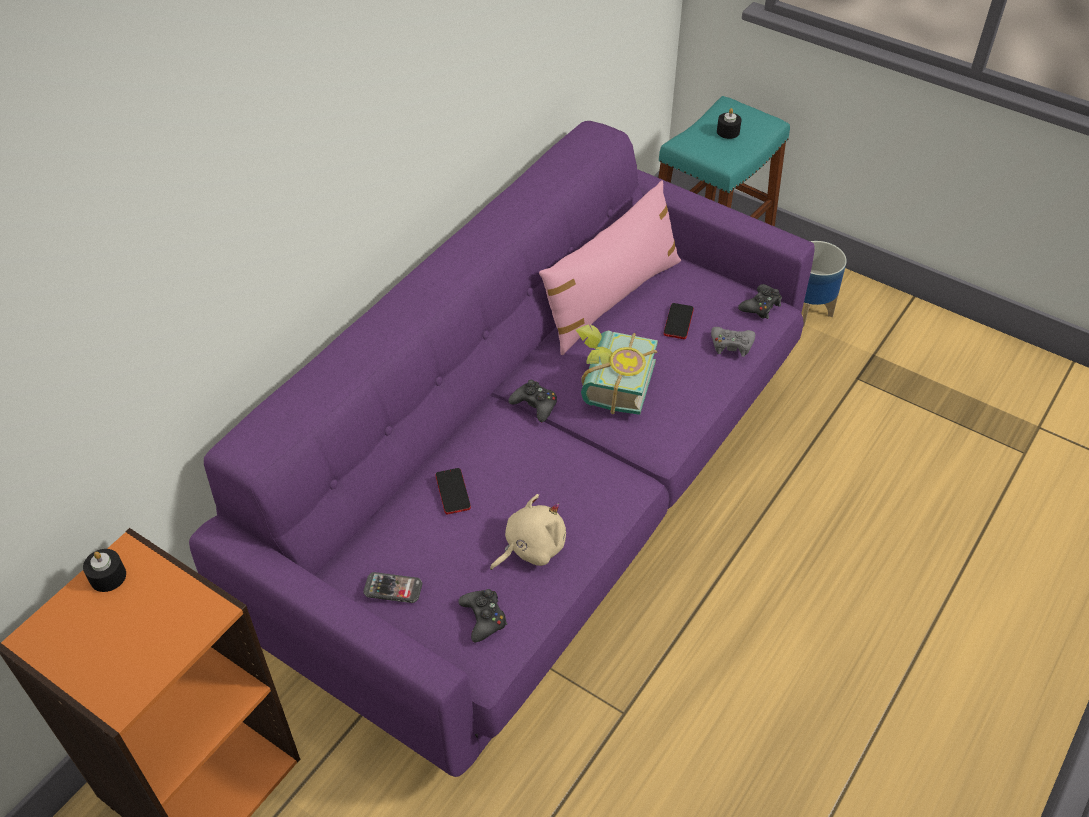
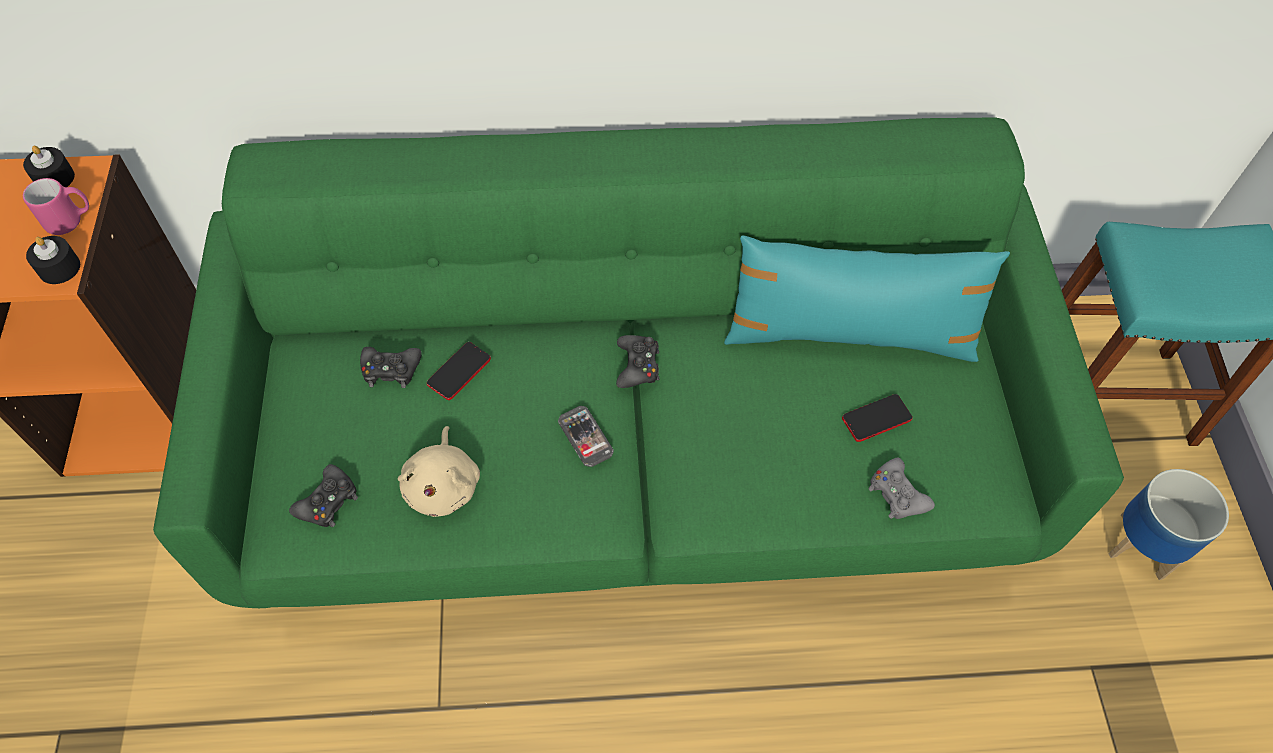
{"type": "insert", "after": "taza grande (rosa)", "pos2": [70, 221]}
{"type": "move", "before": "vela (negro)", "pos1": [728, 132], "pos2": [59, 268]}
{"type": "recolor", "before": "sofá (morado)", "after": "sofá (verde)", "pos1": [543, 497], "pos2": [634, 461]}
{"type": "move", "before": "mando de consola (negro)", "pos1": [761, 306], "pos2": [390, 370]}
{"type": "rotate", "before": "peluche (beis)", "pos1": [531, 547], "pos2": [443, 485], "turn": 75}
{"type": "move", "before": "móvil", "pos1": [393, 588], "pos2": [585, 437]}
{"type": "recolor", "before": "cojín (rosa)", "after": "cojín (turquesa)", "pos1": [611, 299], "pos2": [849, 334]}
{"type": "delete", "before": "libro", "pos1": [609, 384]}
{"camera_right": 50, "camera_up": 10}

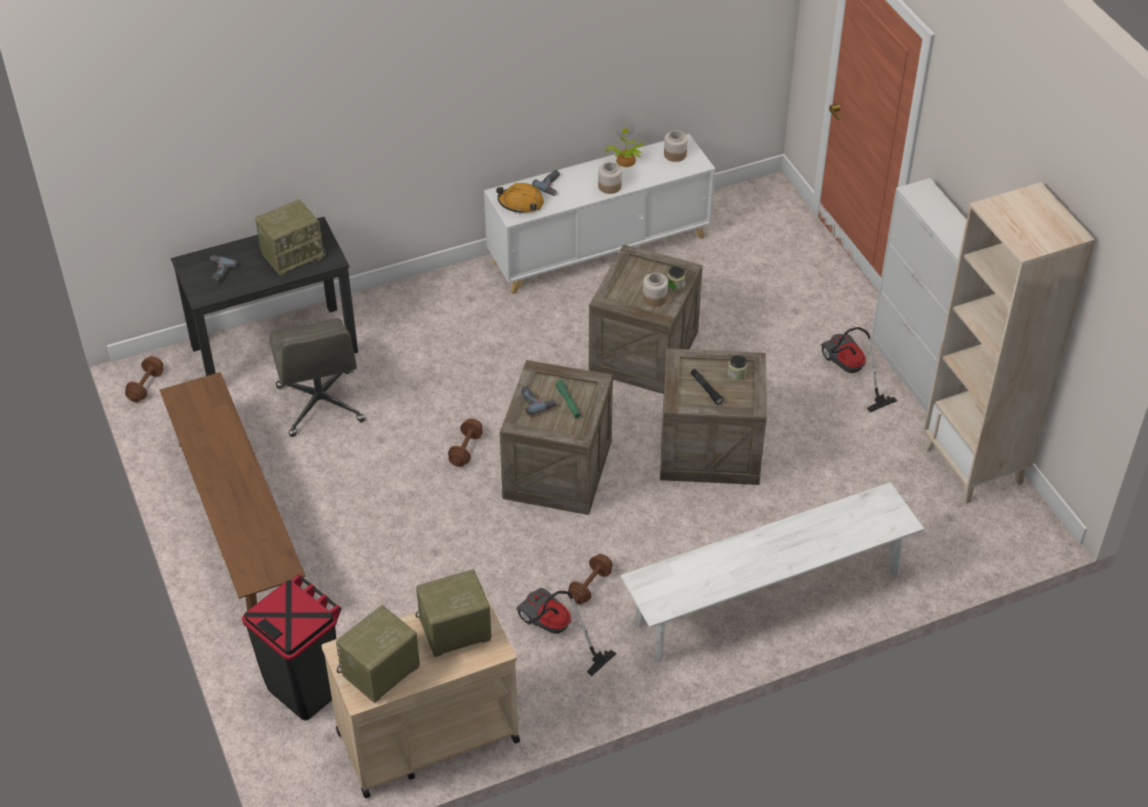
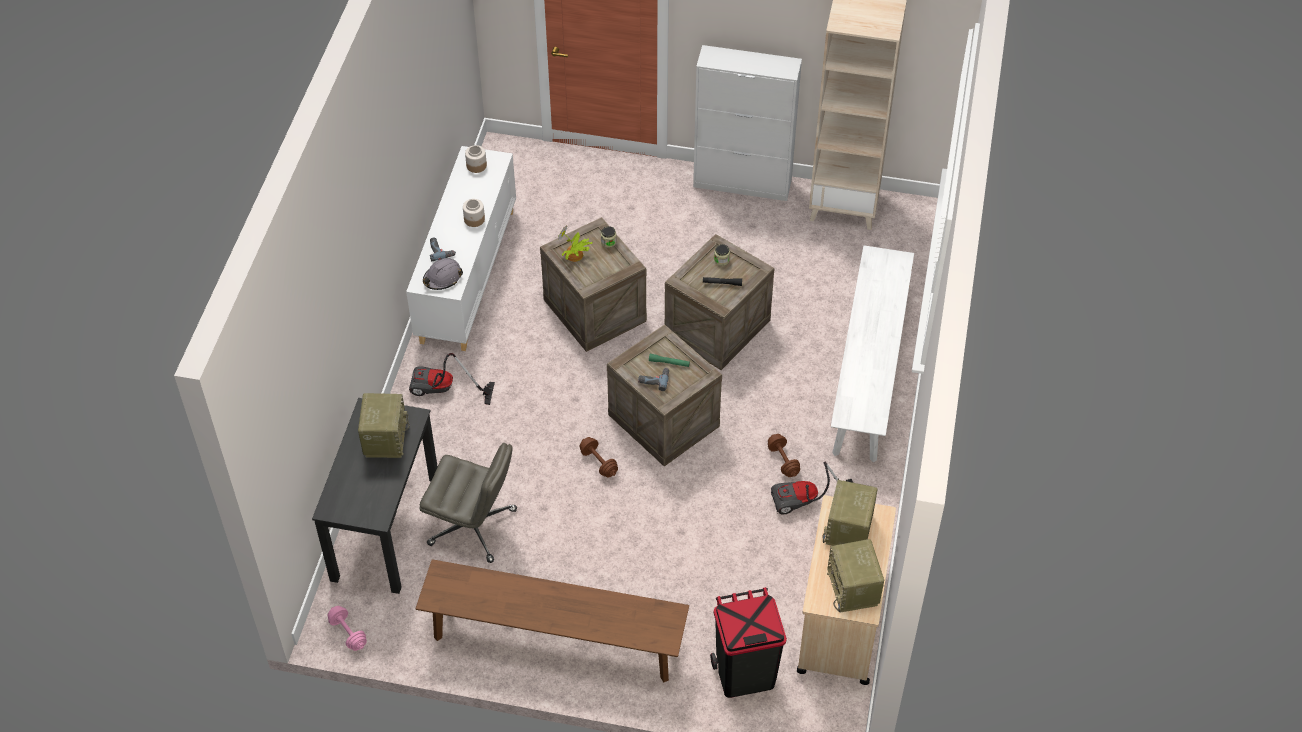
{"type": "recolor", "before": "mancuerna (marrón)", "after": "mancuerna (rosa)", "pos1": [146, 386], "pos2": [348, 633]}
{"type": "move", "before": "aspiradora", "pos1": [849, 372], "pos2": [443, 391]}
{"type": "recolor", "before": "casco (naranja)", "after": "casco (gris)", "pos1": [521, 203], "pos2": [442, 278]}
{"type": "move", "before": "planta en maceta", "pos1": [625, 161], "pos2": [574, 255]}
{"type": "delete", "before": "taladro", "pos1": [218, 271]}
{"type": "delete", "before": "tarro", "pos1": [655, 298]}
{"camera_right": -55, "camera_up": 5}

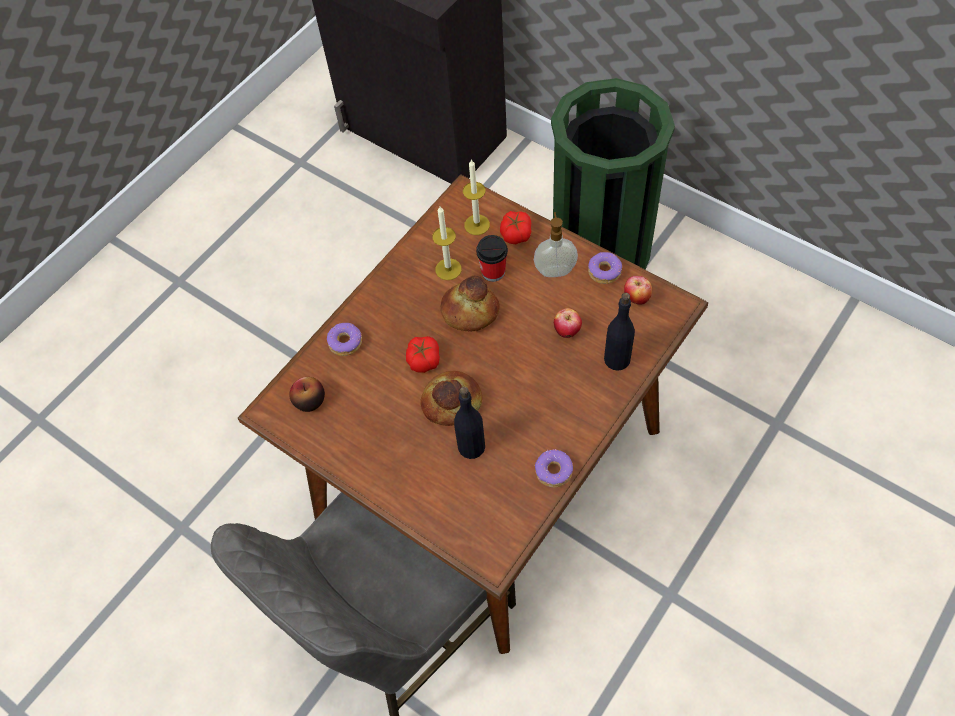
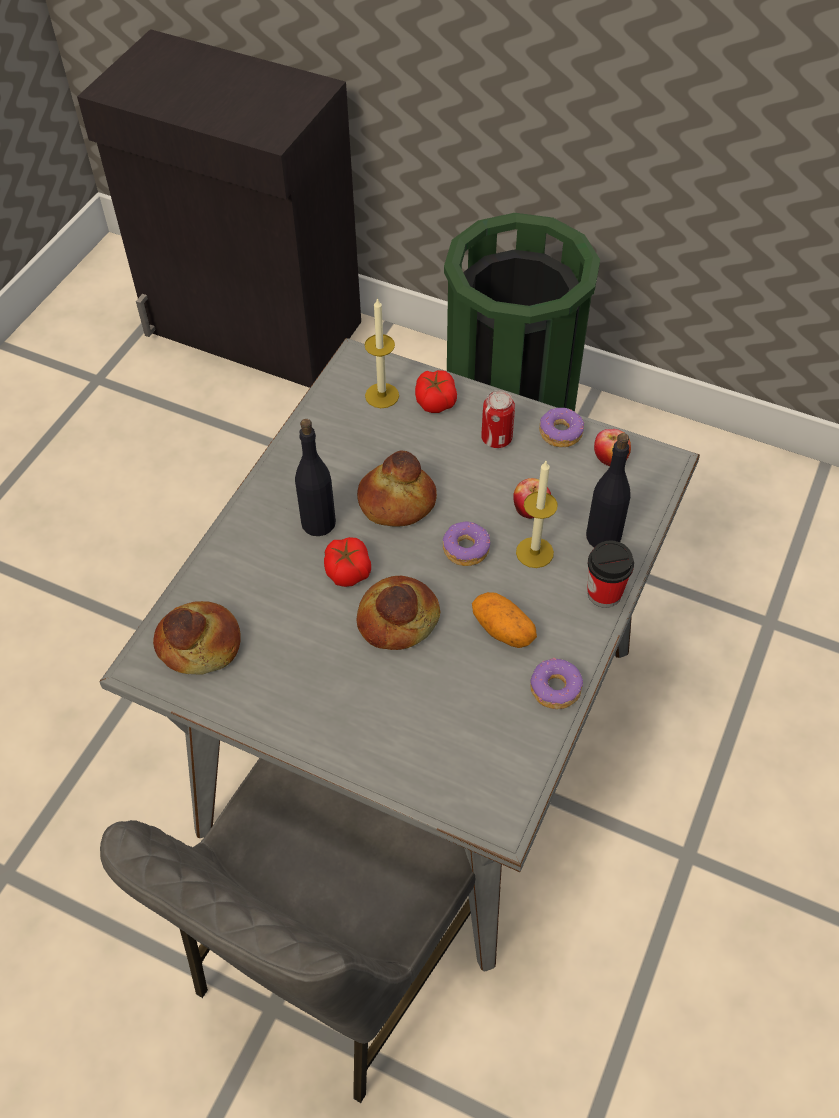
{"type": "recolor", "before": "mesa de comedor (marrón)", "after": "mesa de comedor (gris)", "pos1": [489, 475], "pos2": [421, 738]}
{"type": "replace", "before": "manzana", "after": "pan", "pos1": [309, 400], "pos2": [200, 643]}
{"type": "move", "before": "botella (negro)", "pos1": [471, 446], "pos2": [318, 522]}
{"type": "move", "before": "rosquilla", "pos1": [345, 342], "pos2": [466, 549]}
{"type": "insert", "after": "patata", "pos2": [503, 630]}
{"type": "replace", "before": "dispensador de jabón", "after": "lata", "pos1": [555, 270], "pos2": [496, 438]}
{"type": "move", "before": "vela", "pos1": [448, 269], "pos2": [534, 552]}
{"type": "move", "before": "taza", "pos1": [493, 272], "pos2": [604, 593]}
{"camera_right": -15, "camera_up": -5}

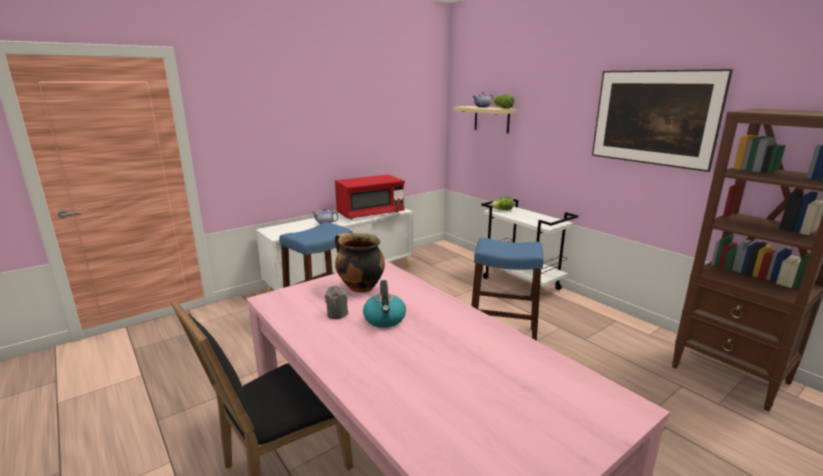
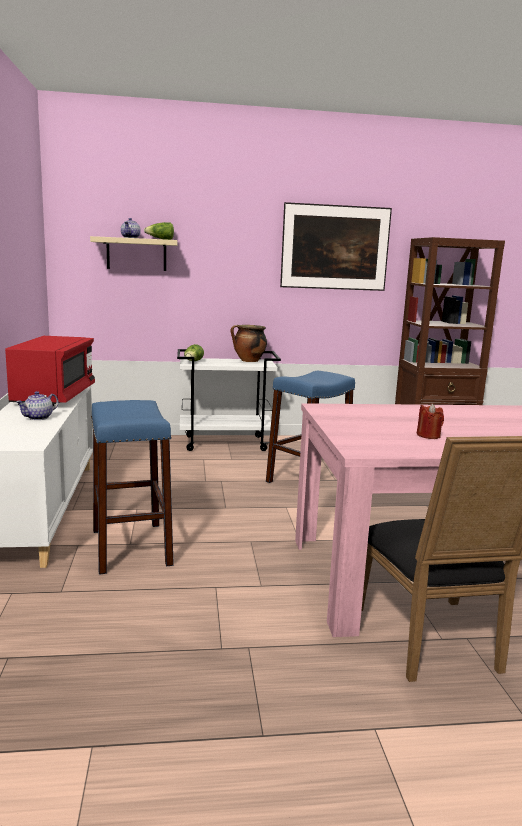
{"type": "move", "before": "olla", "pos1": [359, 287], "pos2": [248, 361]}
{"type": "recolor", "before": "vela (gris)", "after": "vela (rojo)", "pos1": [337, 314], "pos2": [428, 435]}
{"type": "delete", "before": "hervidor", "pos1": [385, 319]}
{"camera_right": -60, "camera_up": -5}

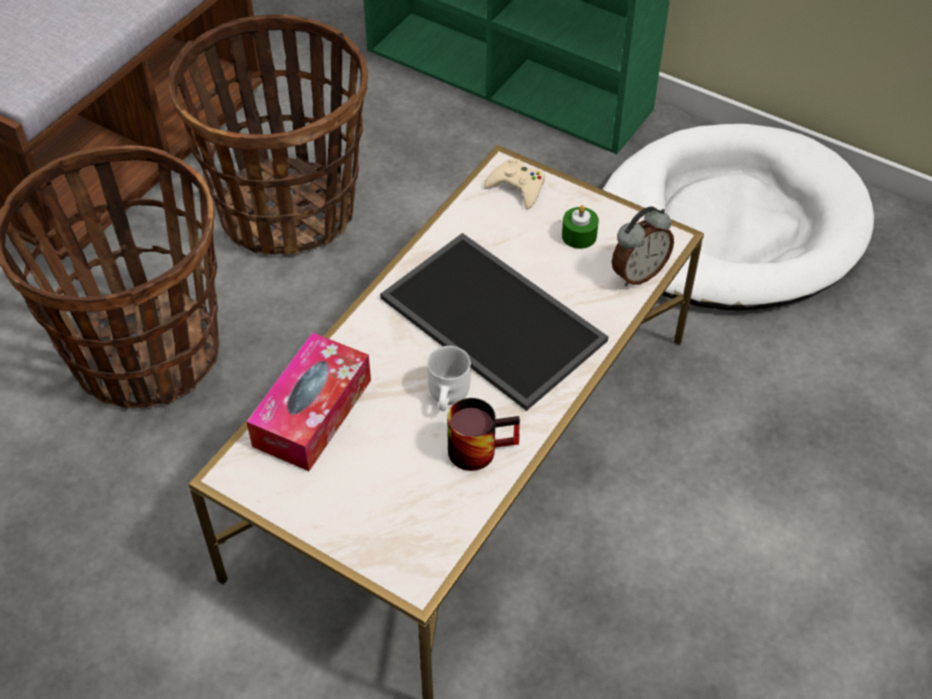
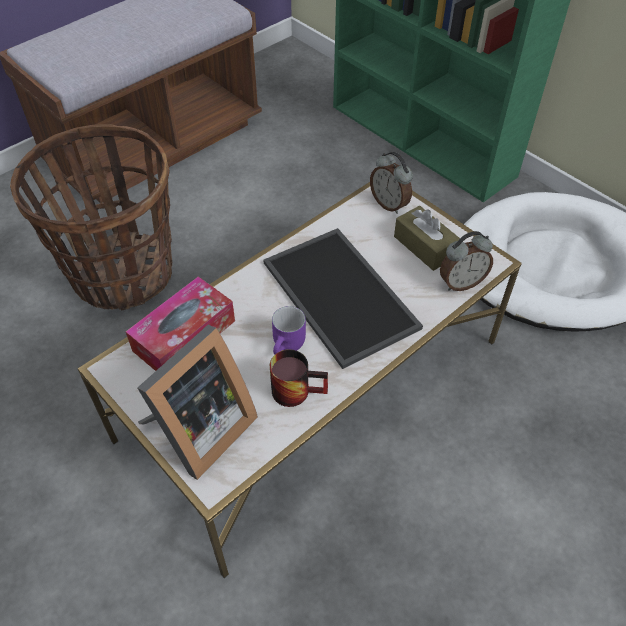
{"type": "insert", "after": "portarretratos", "pos2": [199, 431]}
{"type": "recolor", "before": "taza grande (blanco)", "after": "taza grande (morado)", "pos1": [451, 397], "pos2": [289, 346]}
{"type": "replace", "before": "mando de consola (beis)", "after": "despertador", "pos1": [517, 187], "pos2": [389, 204]}
{"type": "replace", "before": "vela (verde)", "after": "caja de pañuelos (marrón)", "pos1": [579, 235], "pos2": [424, 246]}
{"type": "delete", "before": "cesta", "pos1": [288, 210]}
{"camera_right": 15, "camera_up": 0}

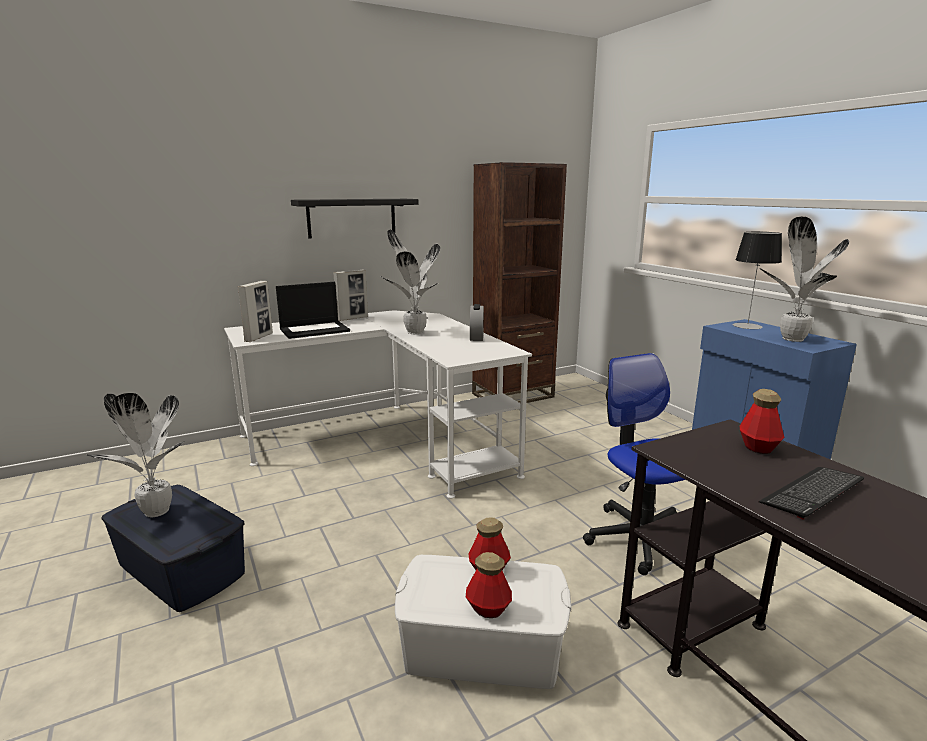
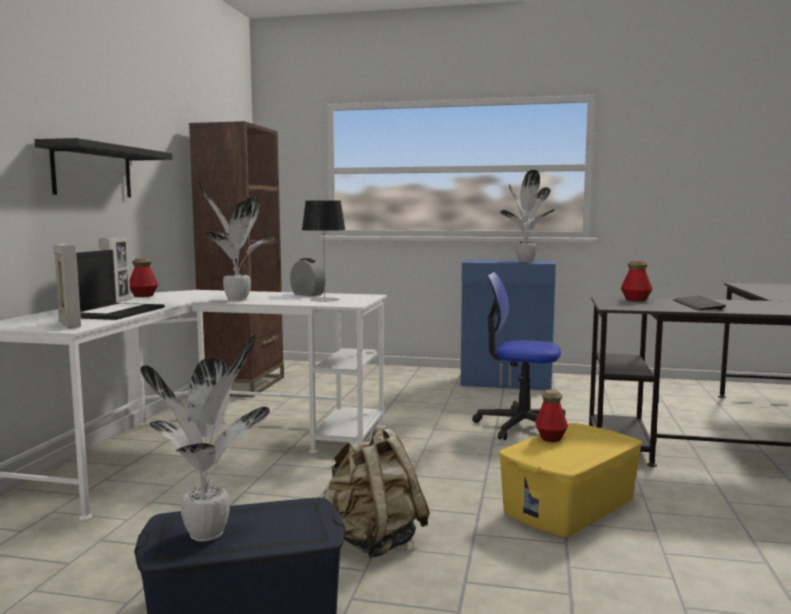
{"type": "move", "before": "botella", "pos1": [488, 609], "pos2": [143, 296]}
{"type": "move", "before": "lámpara de mesa", "pos1": [747, 326], "pos2": [324, 300]}
{"type": "insert", "after": "mochila (beis)", "pos2": [373, 541]}
{"type": "recolor", "before": "caja de almacenaje (blanco)", "after": "caja de almacenaje (amarillo)", "pos1": [482, 648], "pos2": [570, 505]}
{"camera_right": -50, "camera_up": -10}

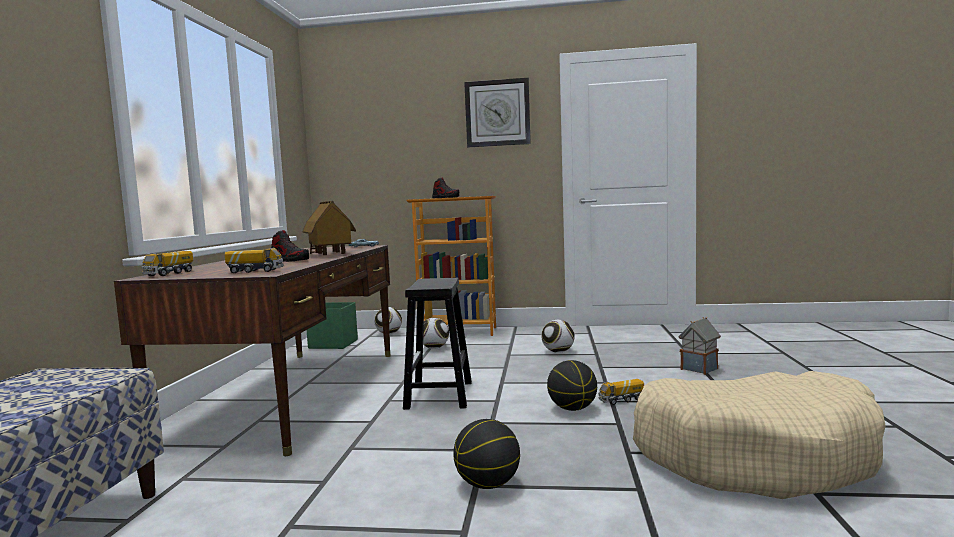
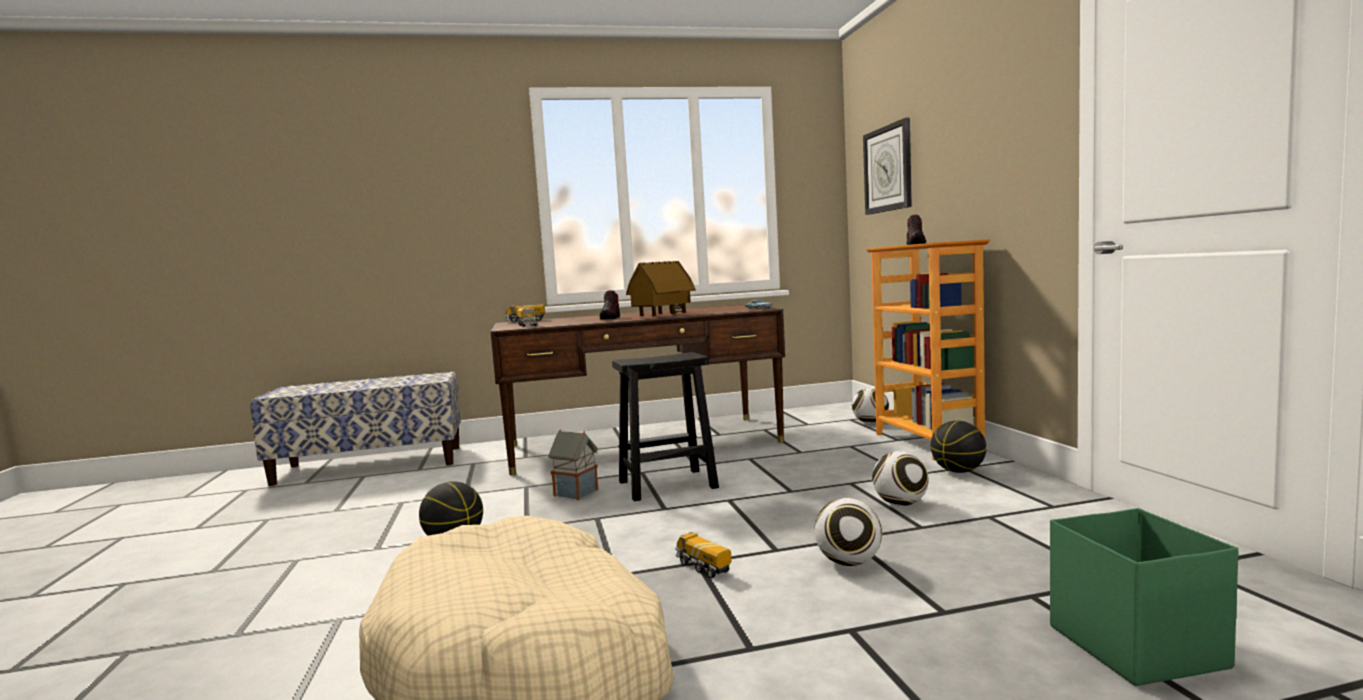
{"type": "move", "before": "casita", "pos1": [699, 369], "pos2": [577, 493]}
{"type": "move", "before": "balón de fútbol", "pos1": [434, 348], "pos2": [849, 563]}
{"type": "move", "before": "reloj de pared", "pos1": [497, 113], "pos2": [888, 169]}
{"type": "move", "before": "balón de baloncesto", "pos1": [572, 408], "pos2": [958, 471]}
{"type": "move", "before": "caja de almacenaje (verde)", "pos1": [333, 344], "pos2": [1135, 645]}
{"camera_right": 70, "camera_up": 0}

